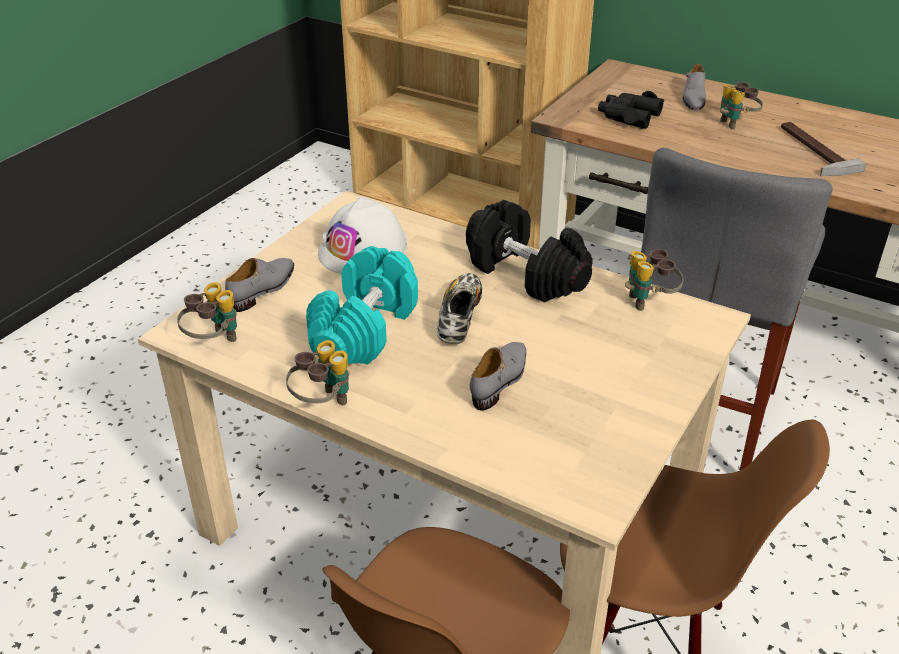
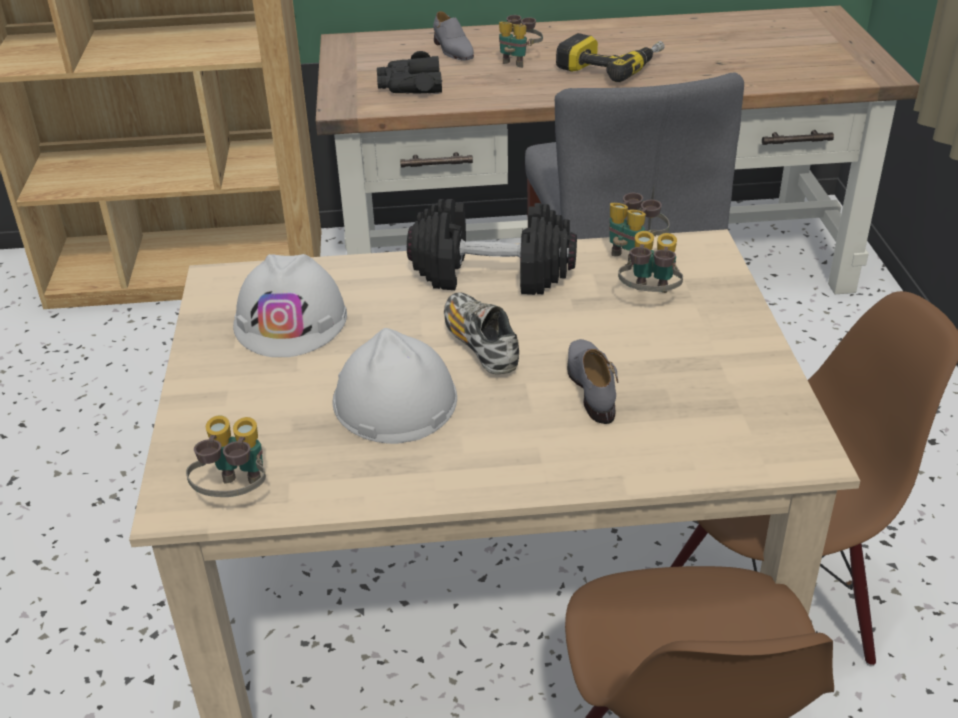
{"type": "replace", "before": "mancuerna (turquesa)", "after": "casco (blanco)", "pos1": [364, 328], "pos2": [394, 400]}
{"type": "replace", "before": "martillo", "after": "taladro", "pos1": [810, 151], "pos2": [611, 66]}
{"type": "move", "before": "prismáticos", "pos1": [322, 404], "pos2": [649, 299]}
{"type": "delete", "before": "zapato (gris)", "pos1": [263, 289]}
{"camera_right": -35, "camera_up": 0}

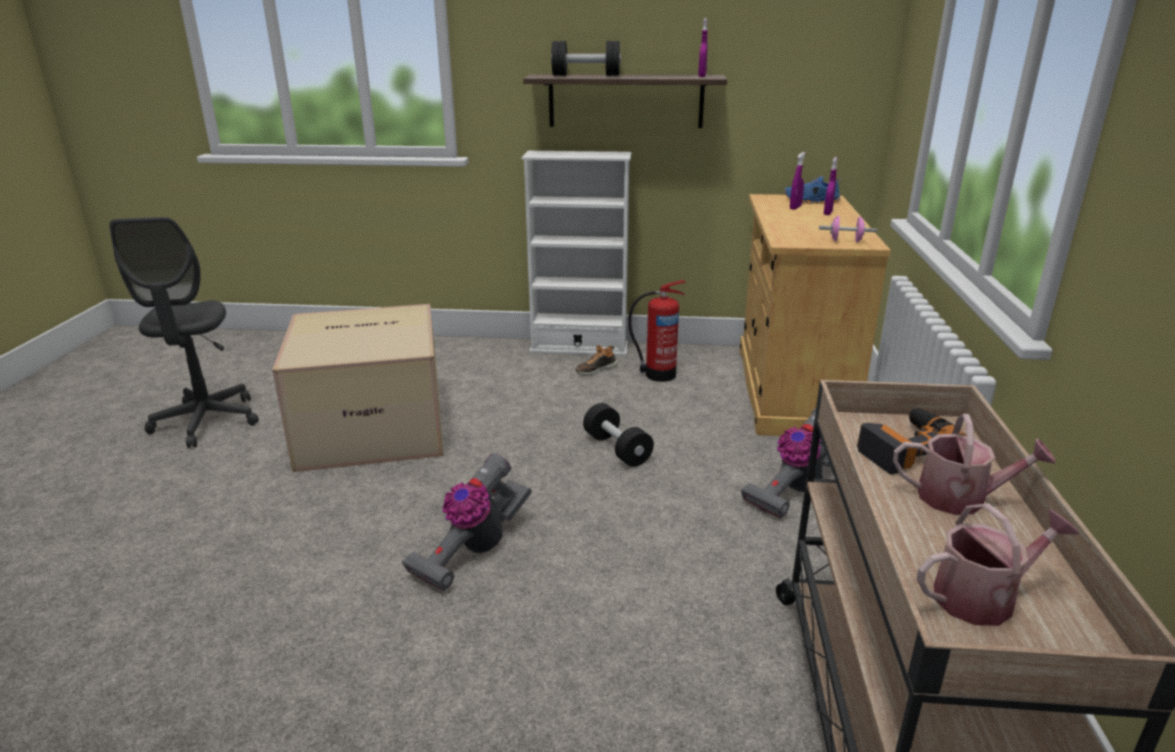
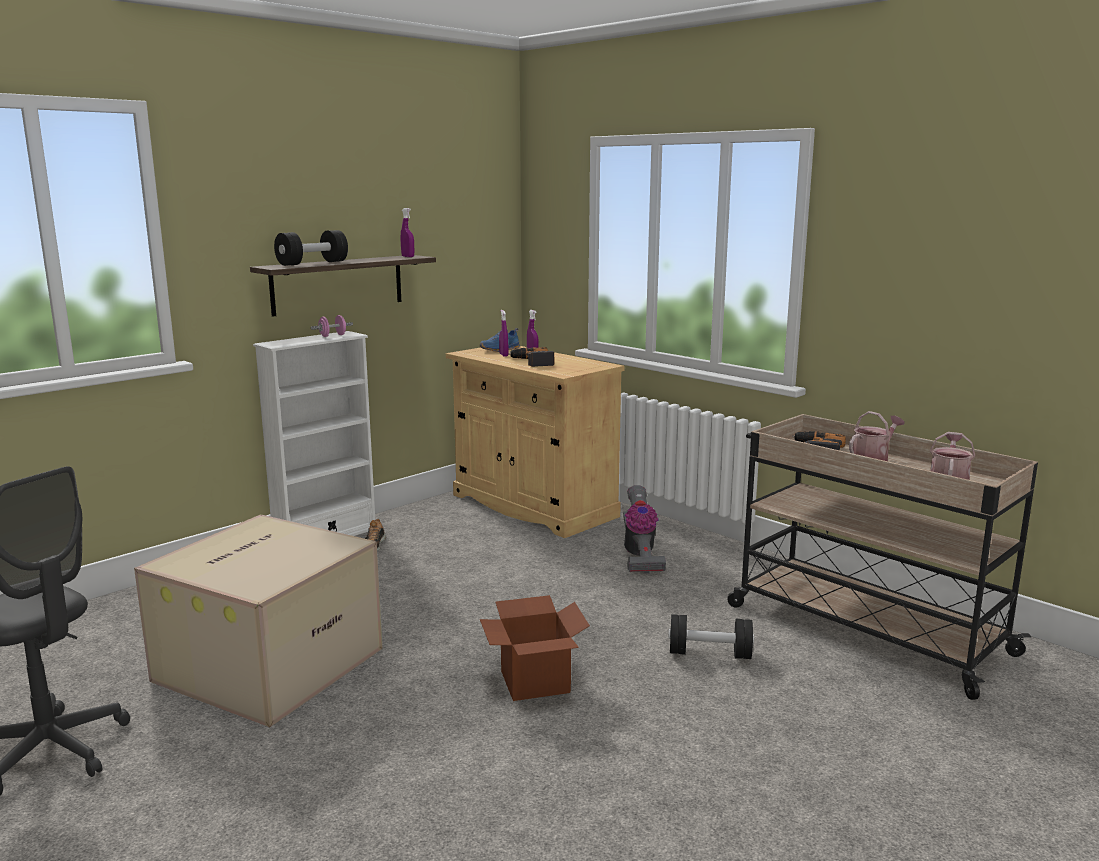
{"type": "move", "before": "mancuerna (rosa)", "pos1": [845, 241], "pos2": [332, 336]}
{"type": "replace", "before": "aspiradora", "after": "caja de cartón", "pos1": [472, 550], "pos2": [535, 682]}
{"type": "insert", "after": "taladro", "pos2": [532, 362]}
{"type": "move", "before": "mancuerna (negro)", "pos1": [617, 449], "pos2": [709, 653]}
{"type": "delete", "before": "extintor", "pos1": [658, 374]}
{"camera_right": -50, "camera_up": -10}

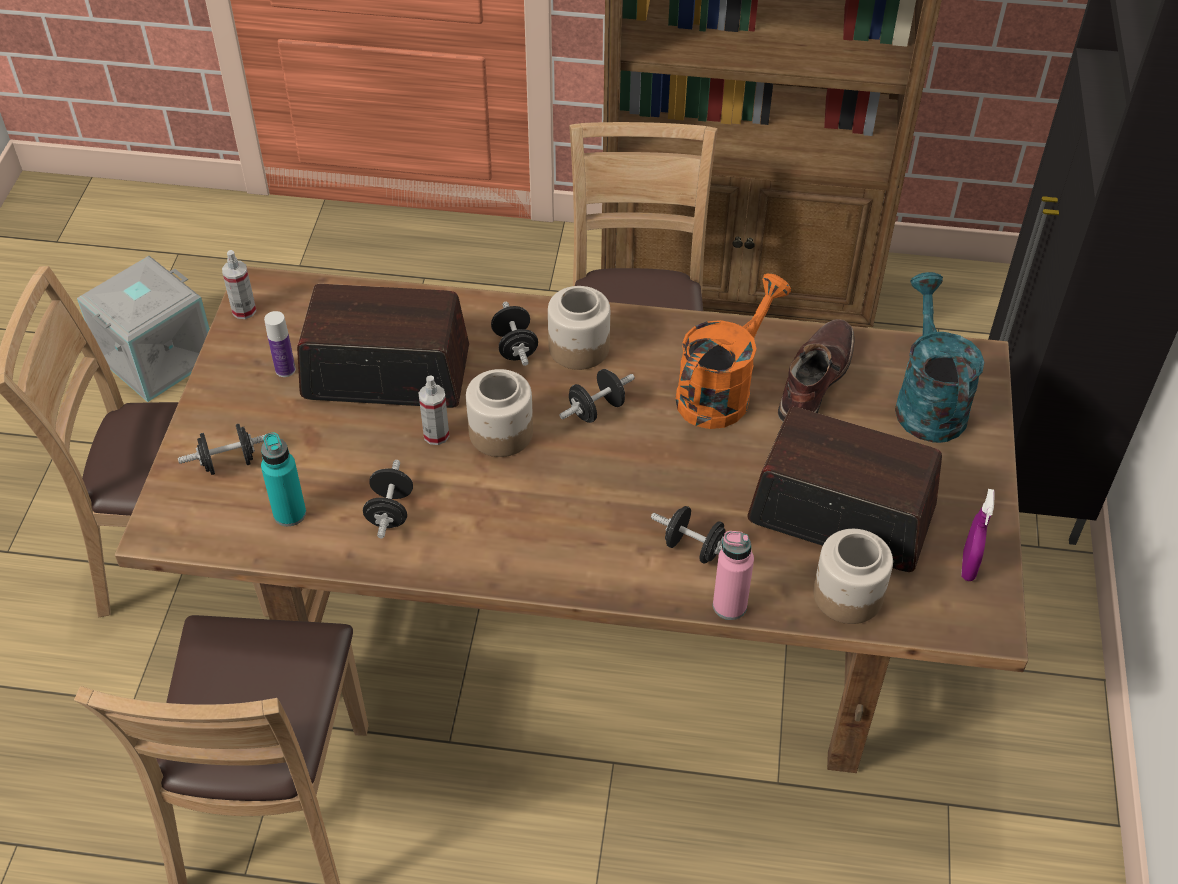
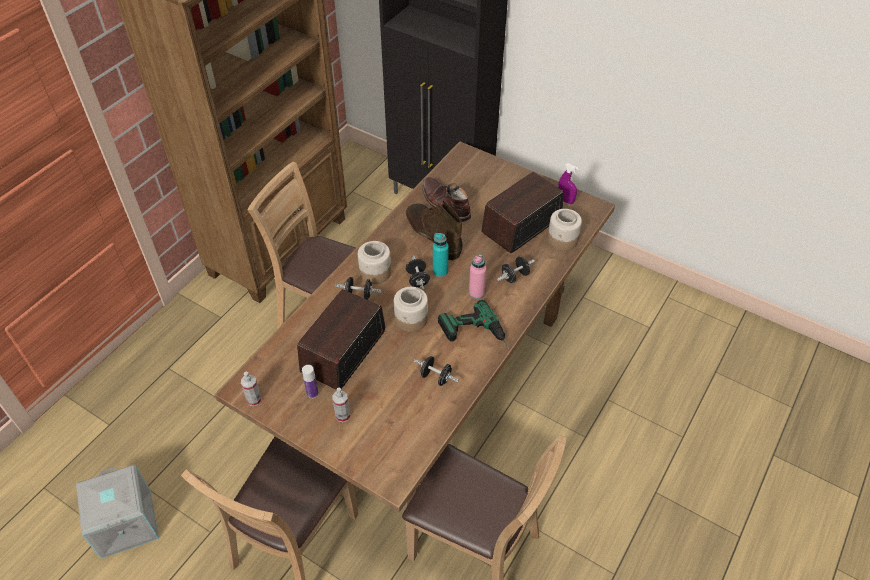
{"type": "move", "before": "pulverizador", "pos1": [436, 435], "pos2": [343, 415]}
{"type": "replace", "before": "regadera (naranja)", "after": "bota (marrón)", "pos1": [721, 391], "pos2": [432, 234]}
{"type": "move", "before": "botella (turquesa)", "pos1": [289, 513], "pos2": [440, 271]}
{"type": "insert", "after": "taladro", "pos2": [475, 335]}
{"type": "move", "before": "botella (rosa)", "pos1": [729, 606], "pos2": [476, 293]}
{"type": "delete", "before": "mancuerna (negro)", "pos1": [229, 462]}
{"type": "delete", "before": "regadera (turquesa)", "pos1": [927, 401]}
{"camera_right": -65, "camera_up": 0}

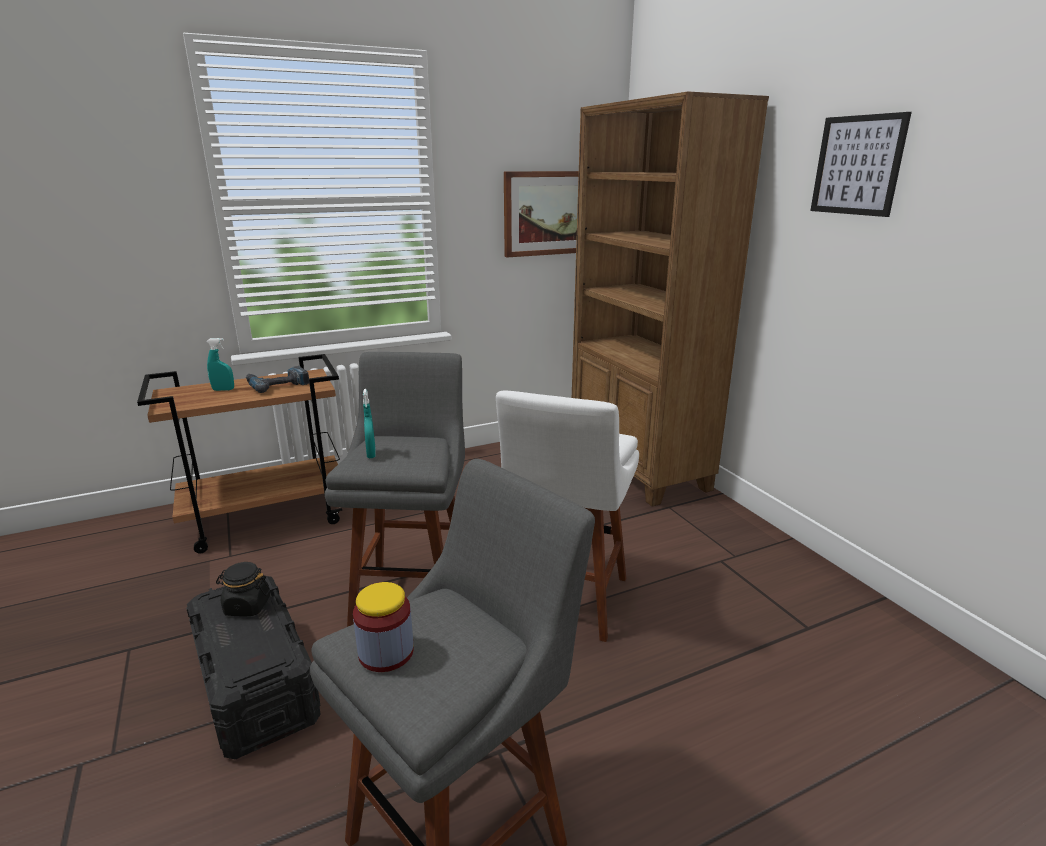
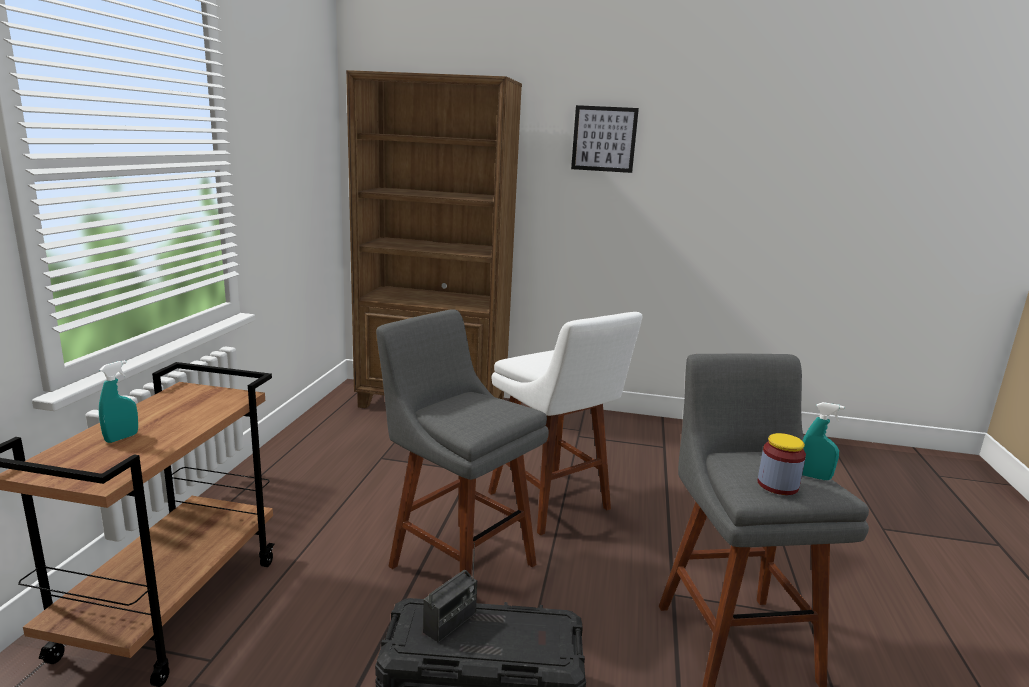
{"type": "replace", "before": "tarro (negro)", "after": "radio", "pos1": [247, 606], "pos2": [450, 622]}
{"type": "move", "before": "pulverizador (turquesa)", "pos1": [371, 454], "pos2": [814, 477]}
{"type": "delete", "before": "taladro", "pos1": [277, 384]}
{"type": "delete", "before": "cuadro", "pos1": [548, 213]}
{"camera_right": -55, "camera_up": -5}

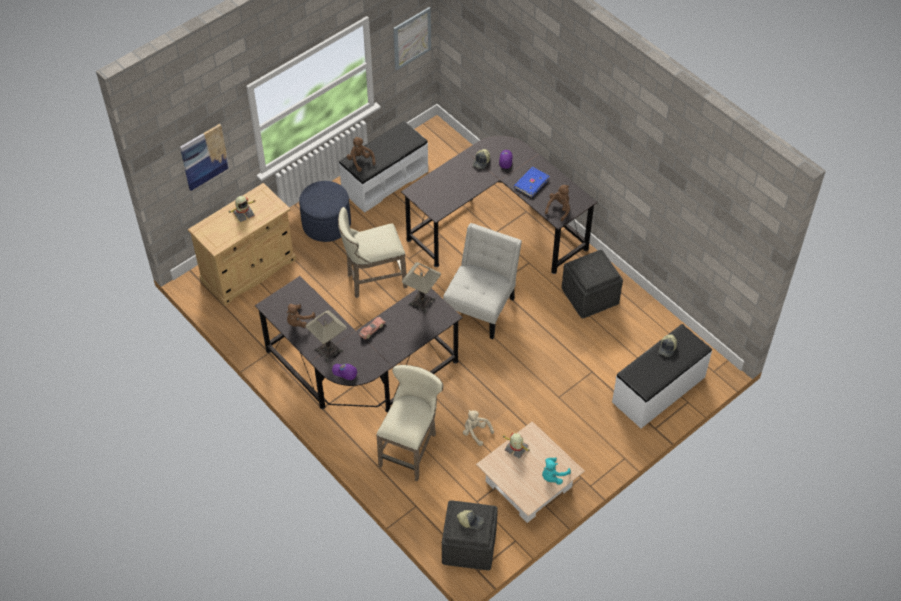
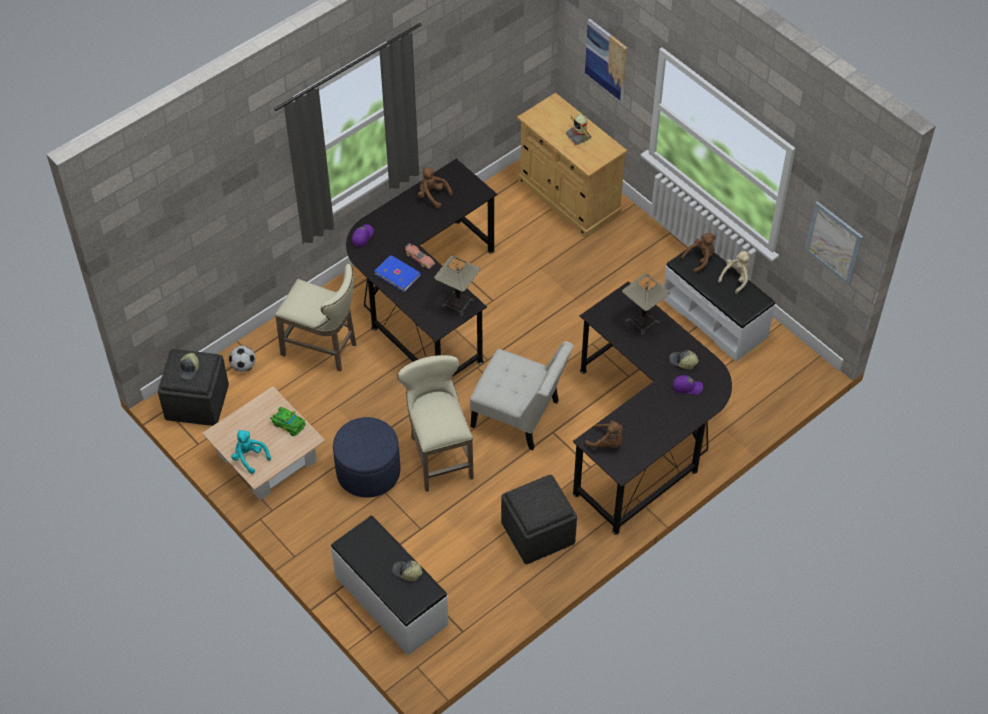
{"type": "insert", "after": "balón de fútbol", "pos2": [243, 366]}
{"type": "replace", "before": "robot de juguete", "after": "coche de juguete (verde)", "pos1": [516, 449], "pos2": [288, 423]}
{"type": "move", "before": "puf (azul)", "pos1": [326, 224], "pos2": [368, 471]}
{"type": "move", "before": "libro (azul)", "pos1": [531, 183], "pos2": [398, 274]}
{"type": "move", "before": "taburete (beis)", "pos1": [373, 280], "pos2": [438, 455]}
{"type": "move", "before": "lámpara de mesa", "pos1": [328, 350], "pos2": [642, 321]}
{"type": "move", "before": "peluche (beis)", "pos1": [475, 432], "pos2": [736, 278]}
{"camera_right": 90, "camera_up": 0}

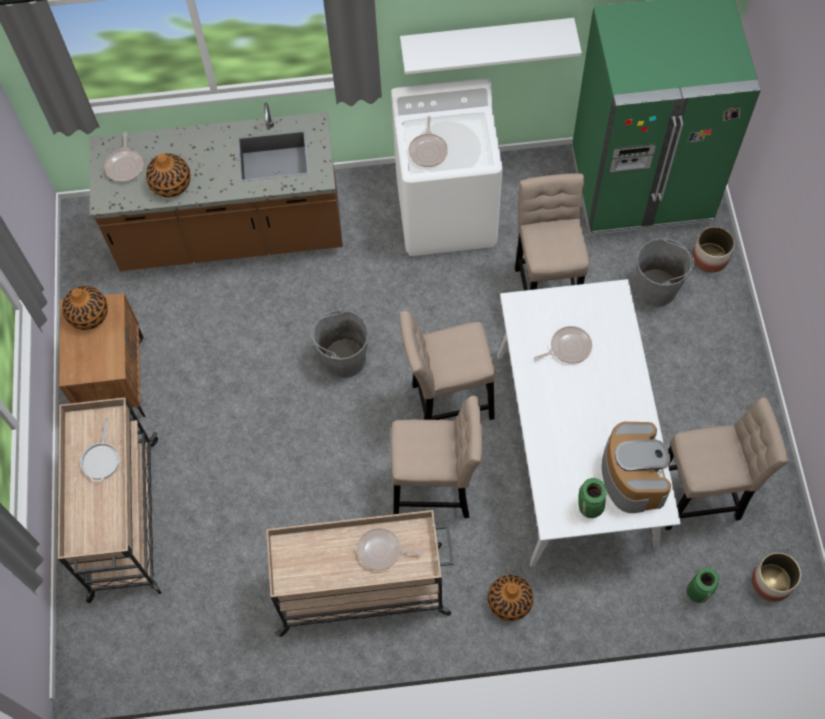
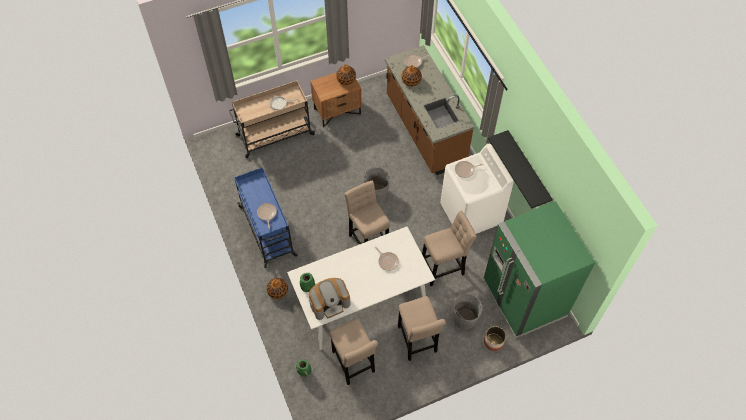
{"type": "recolor", "before": "carrito (beis)", "after": "carrito (azul)", "pos1": [363, 589], "pos2": [268, 232]}
{"type": "move", "before": "taburete (beis)", "pos1": [436, 491], "pos2": [417, 342]}
{"type": "recolor", "before": "estante (blanco)", "after": "estante (negro)", "pos1": [486, 39], "pos2": [528, 169]}
{"type": "delete", "before": "maceta", "pos1": [771, 582]}
{"camera_right": 70, "camera_up": -5}

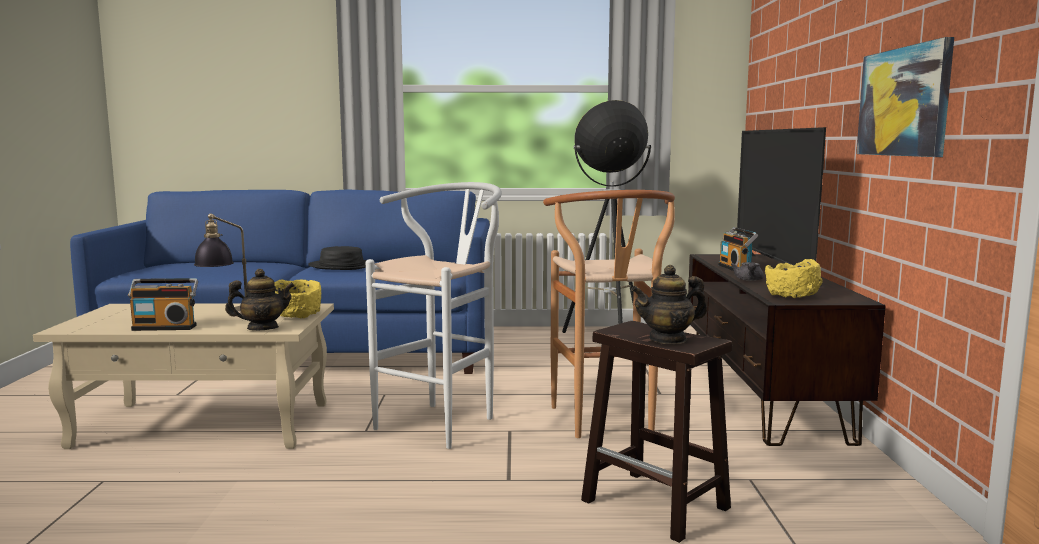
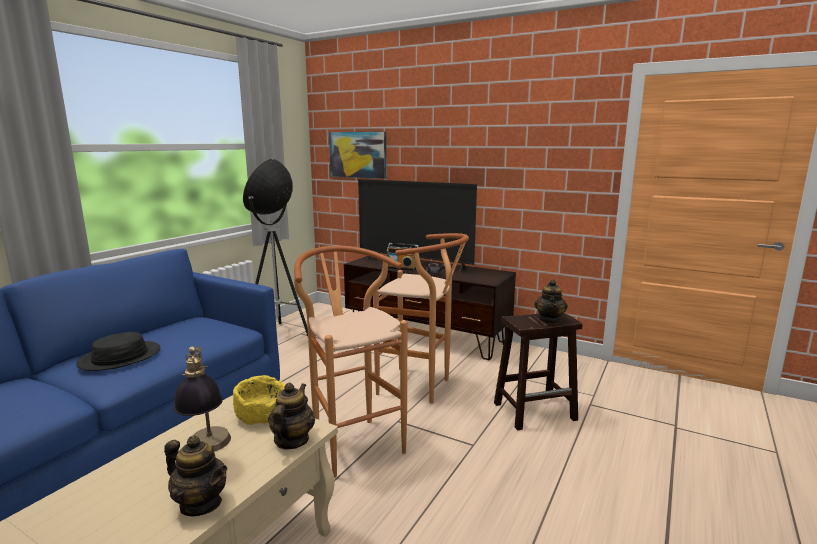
{"type": "replace", "before": "radio", "after": "tetera", "pos1": [165, 327], "pos2": [201, 503]}
{"type": "recolor", "before": "taburete (blanco)", "after": "taburete (marrón)", "pos1": [444, 421], "pos2": [353, 441]}
{"type": "move", "before": "cuadro", "pos1": [903, 102], "pos2": [358, 154]}
{"type": "delete", "before": "cuenco (amarillo)", "pos1": [791, 295]}
{"camera_right": -60, "camera_up": 5}

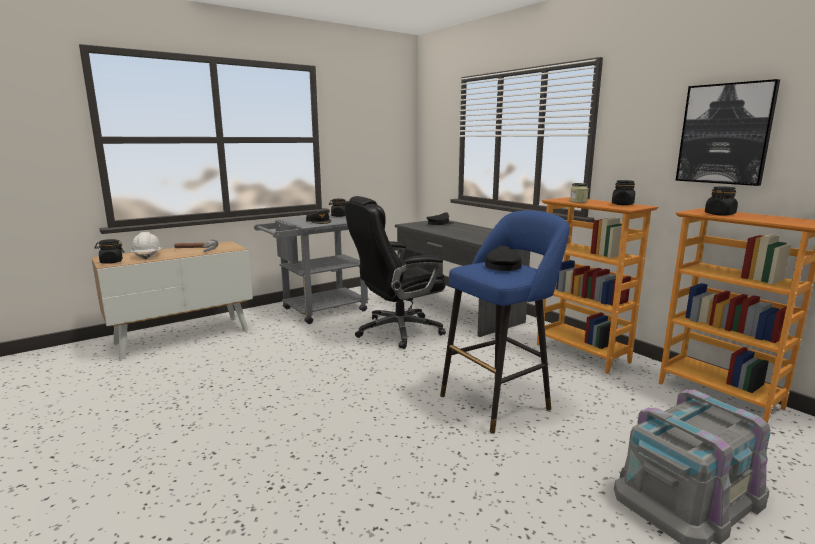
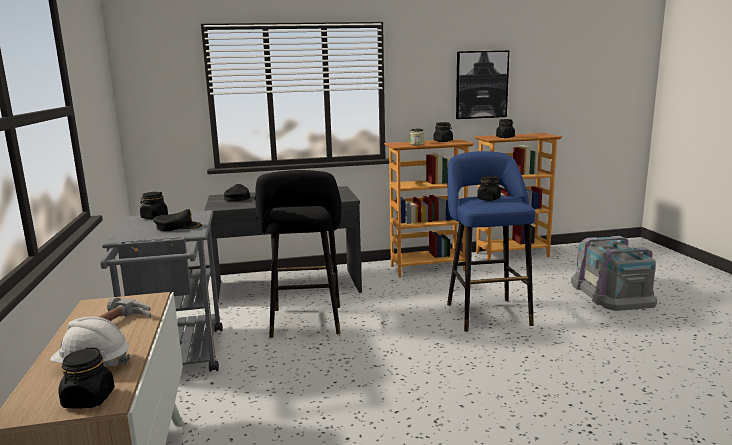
{"type": "replace", "before": "silla de oficina (negro)", "after": "taburete (negro)", "pos1": [397, 331], "pos2": [306, 323]}
{"type": "replace", "before": "gorra (negro)", "after": "tarro (negro)", "pos1": [502, 266], "pos2": [488, 199]}
{"camera_right": -65, "camera_up": 0}

